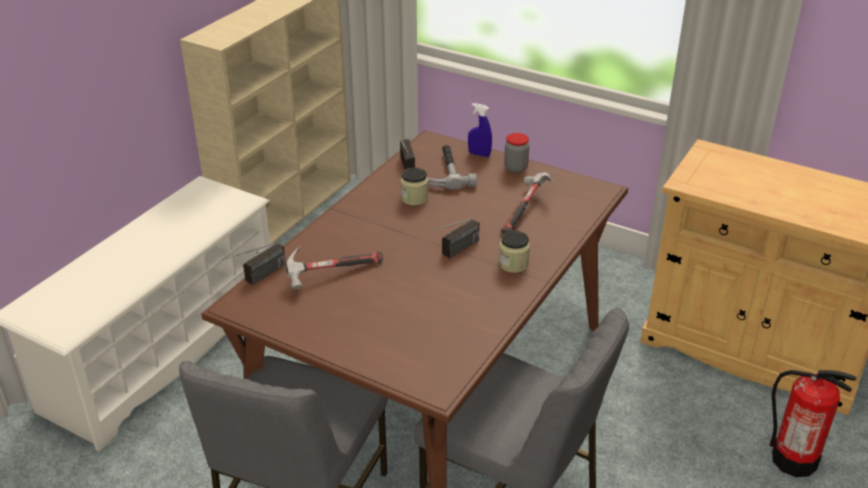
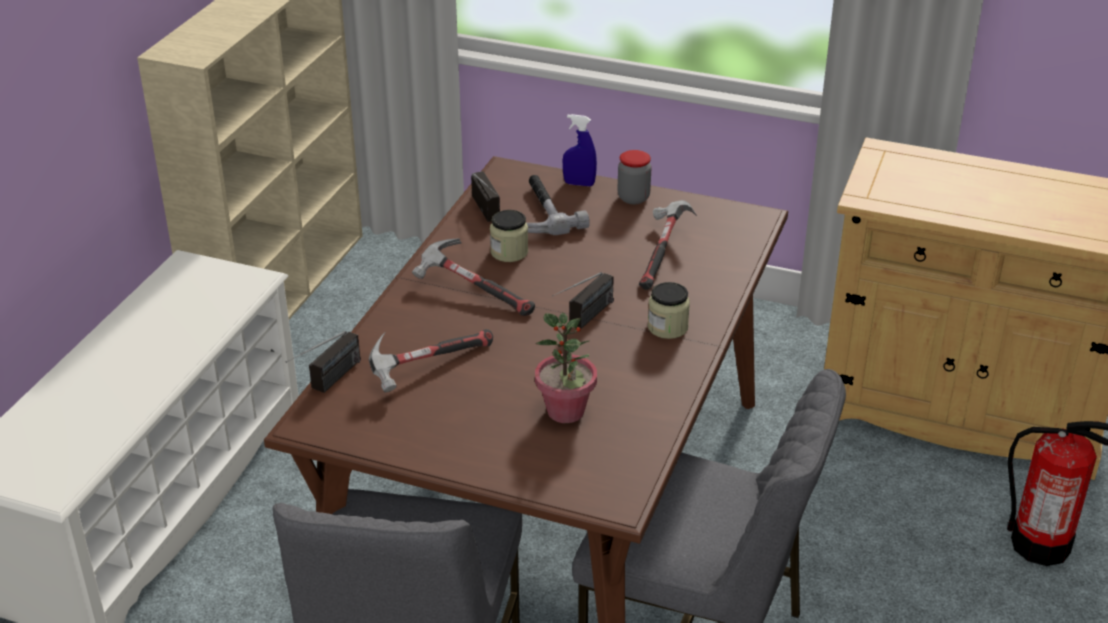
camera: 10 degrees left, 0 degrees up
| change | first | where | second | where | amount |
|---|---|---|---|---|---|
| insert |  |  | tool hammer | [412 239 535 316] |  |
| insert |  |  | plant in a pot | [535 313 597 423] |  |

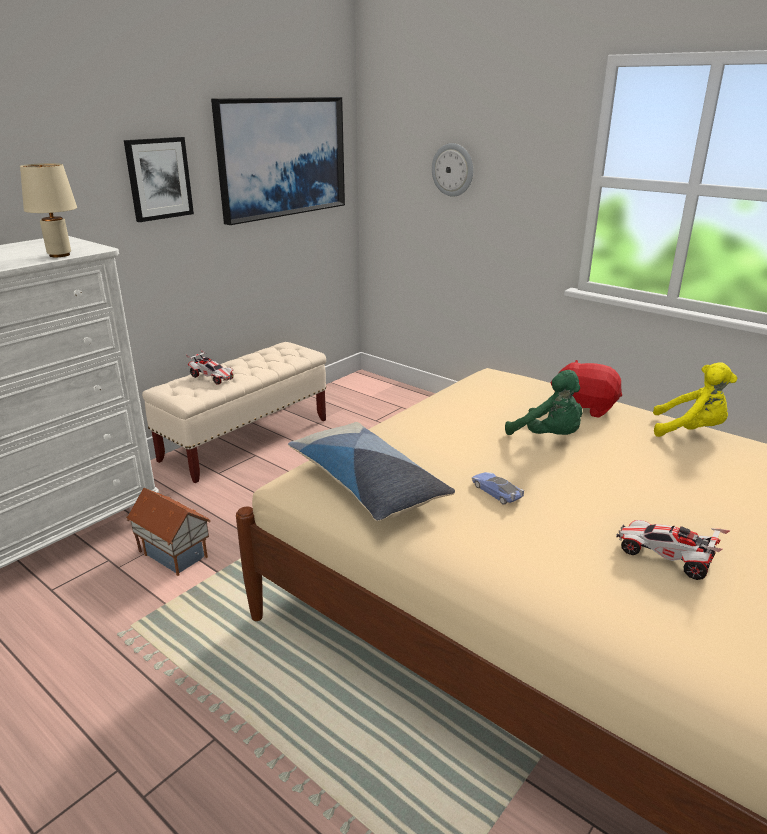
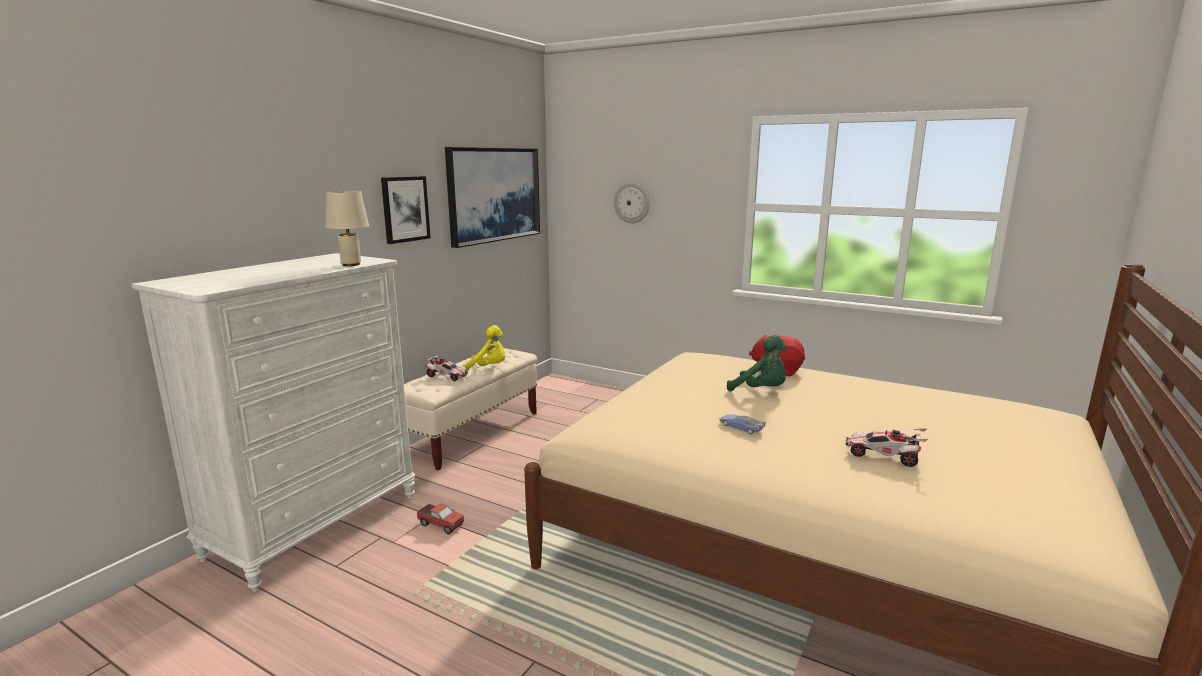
camera: 10 degrees left, 10 degrees down
| change | first | where | second | where | amount |
|---|---|---|---|---|---|
| replace | miniature house | [126 488 210 576] | model truck | [417 503 464 534] |  |
| move | soft toy (yellow-coloured) | [653 363 737 437] |  | [463 325 505 371] |  |
| delete | pillow | [288 422 455 521] |  |  |  |

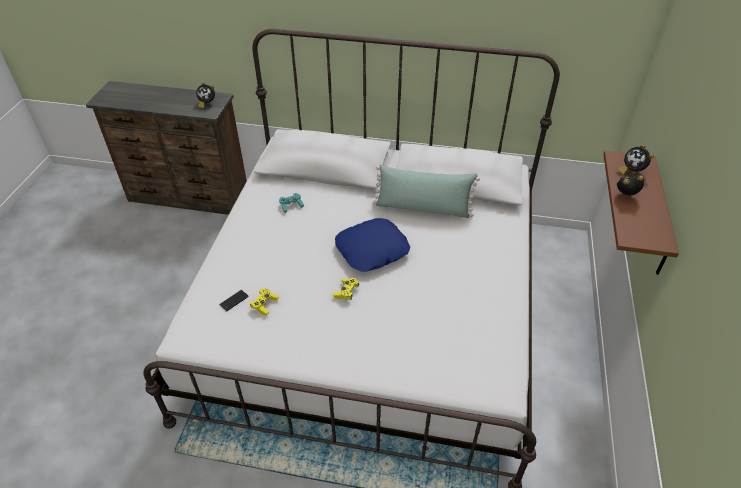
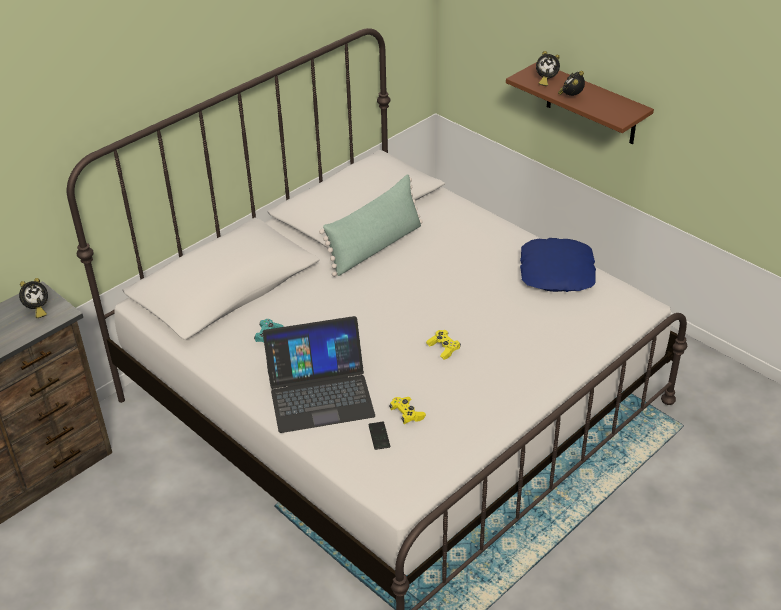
camera: 55 degrees left, 5 degrees down
| change | first | where | second | where | amount |
|---|---|---|---|---|---|
| insert |  |  | notebook computer | [263 316 375 433] |  |
| move | pillow (blue-coloured) | [335 218 410 272] |  | [520 238 596 292] |  |

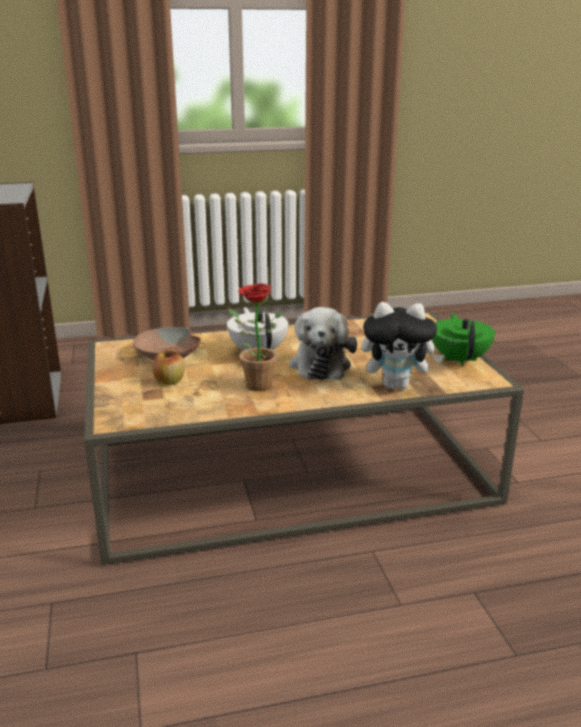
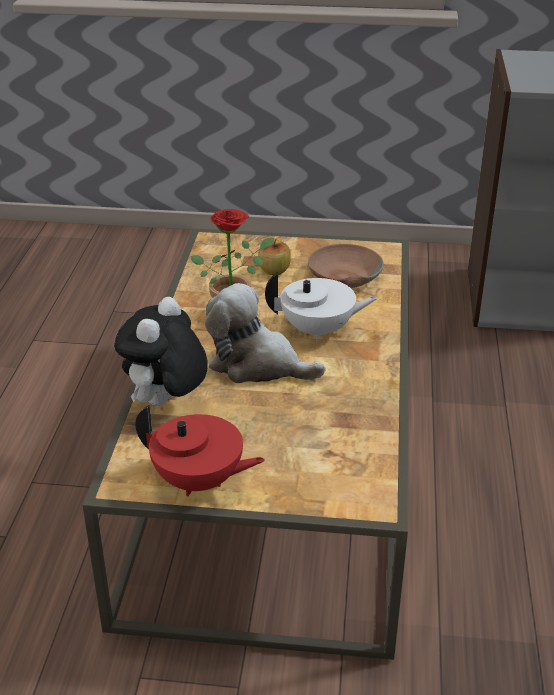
camera: 110 degrees right, 10 degrees up
| change | first | where | second | where | amount |
|---|---|---|---|---|---|
| recolor | pot for tea (green-coloured) | [432 313 495 366] | pot for tea (red) | [135 405 265 496] |  |

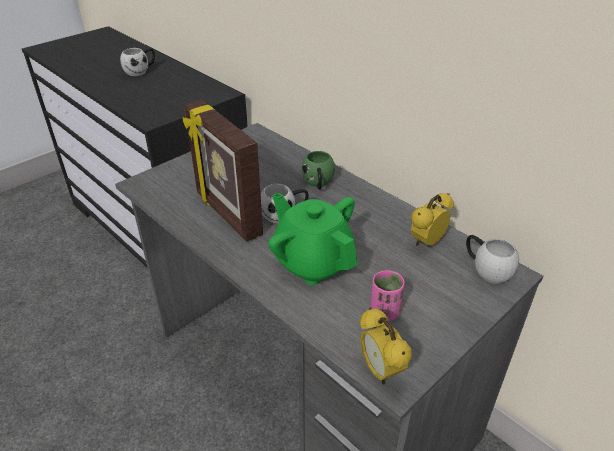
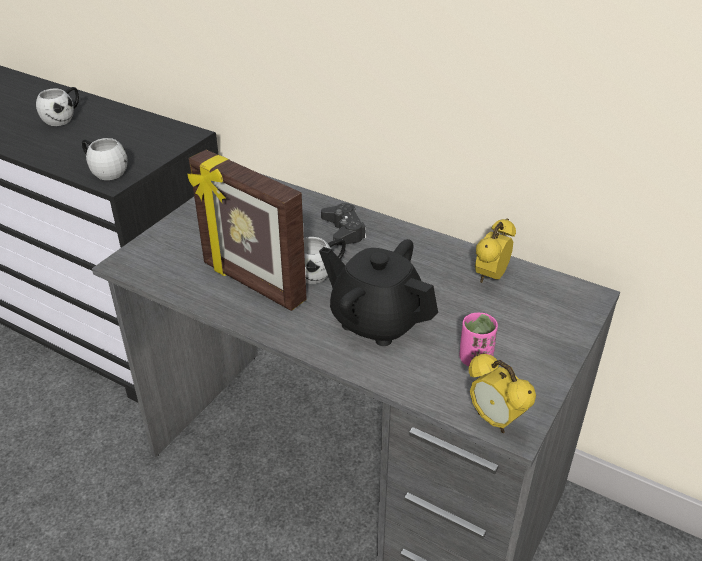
camera: 15 degrees left, 0 degrees up
| change | first | where | second | where | amount |
|---|---|---|---|---|---|
| move | tea mug (white) | [466 235 519 284] |  | [82 138 127 180] |  |
| recolor | pot for tea (green-coloured) | [268 193 358 285] | pot for tea (black-coloured) | [319 239 438 346] |  |
| replace | tea mug (green-coloured) | [301 151 335 190] | game controller (black-coloured) | [321 203 367 245] |  |

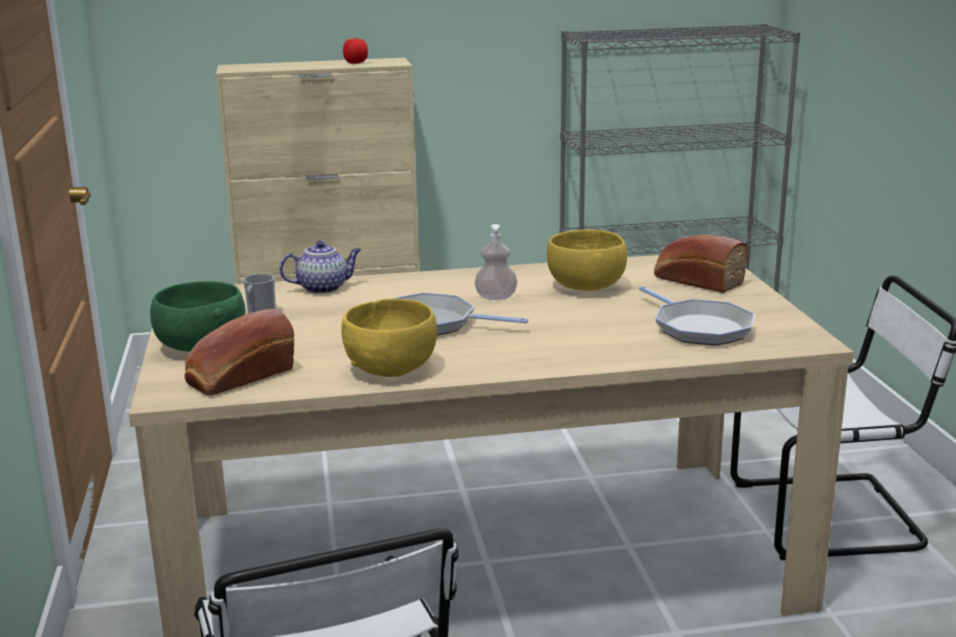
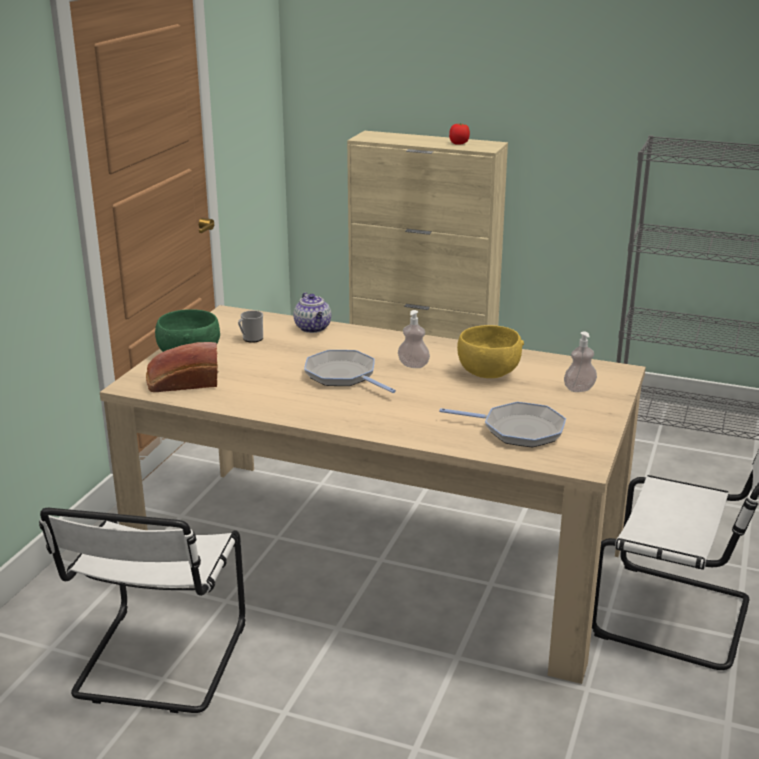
camera: 30 degrees right, 5 degrees up
| change | first | where | second | where | amount |
|---|---|---|---|---|---|
| rotate | pot for tea | [279 241 361 294] |  | [293 292 331 333] | 60 degrees clockwise |
| rotate | frying pan | [639 286 755 346] |  | [439 402 566 448] | 75 degrees counterclockwise |
| replace | bread | [654 235 749 293] | soap bottle | [564 332 597 392] |  |
| delete | serving bowl (yellow-coloured) | [341 299 437 377] |  |  |  |

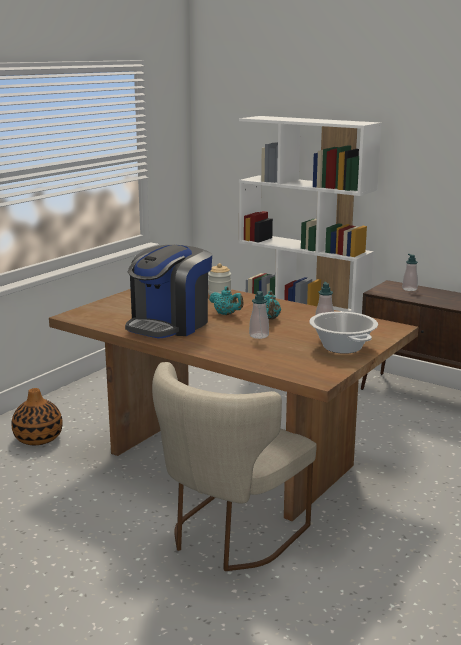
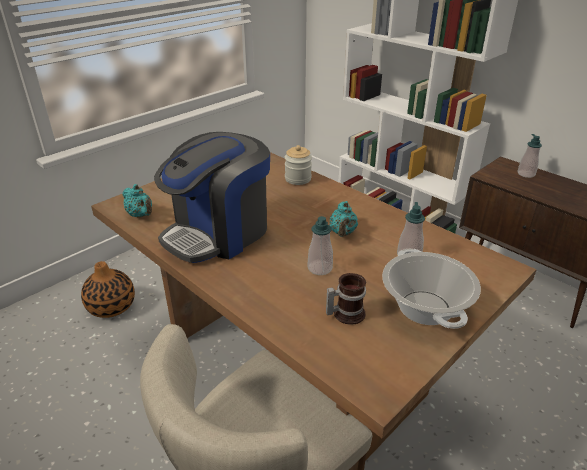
camera: 10 degrees right, 15 degrees up
| change | first | where | second | where | amount |
|---|---|---|---|---|---|
| move | pot for tea (blue-green) | [209 286 244 315] |  | [122 184 152 218] |  |
| insert |  |  | tea mug | [326 273 366 325] |  |

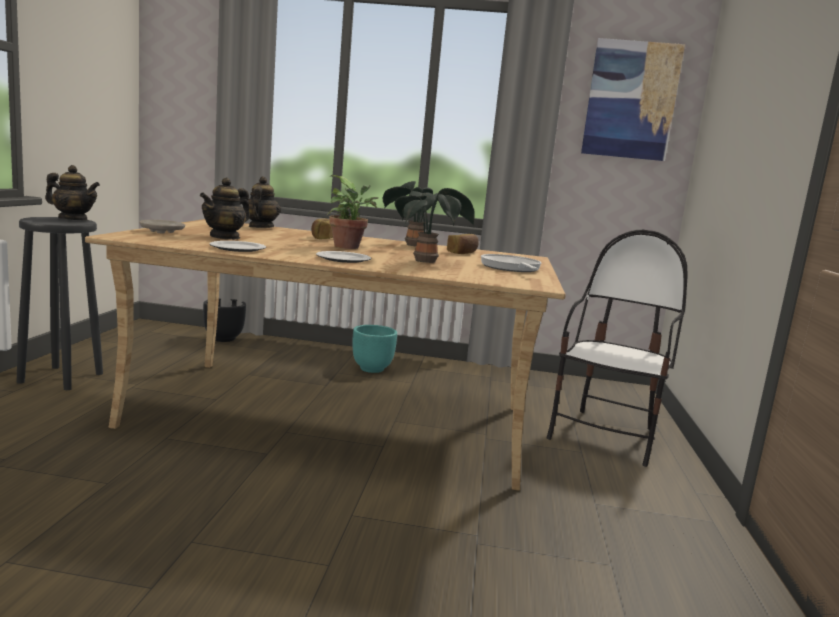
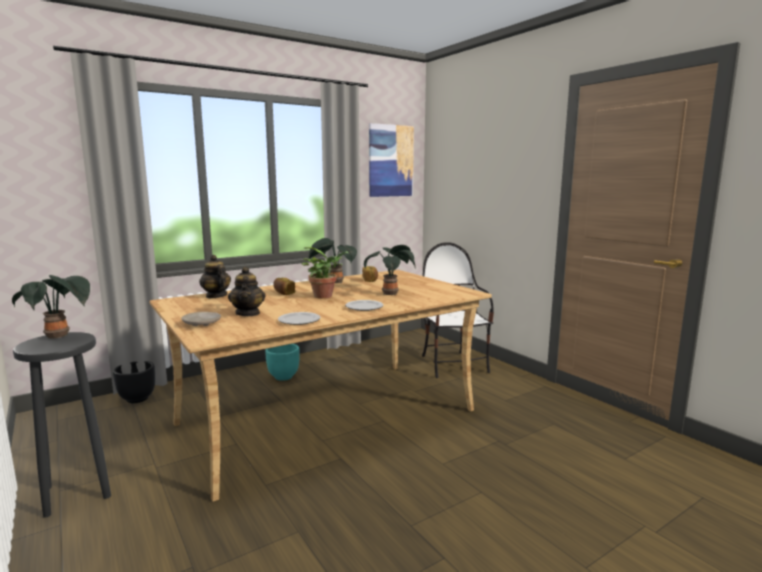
camera: 40 degrees left, 0 degrees up
| change | first | where | second | where | amount |
|---|---|---|---|---|---|
| replace | pot for tea | [45 165 100 220] | plant in a pot | [12 275 90 338] |  |
| delete | frying pan | [481 254 541 272] |  |  |  |

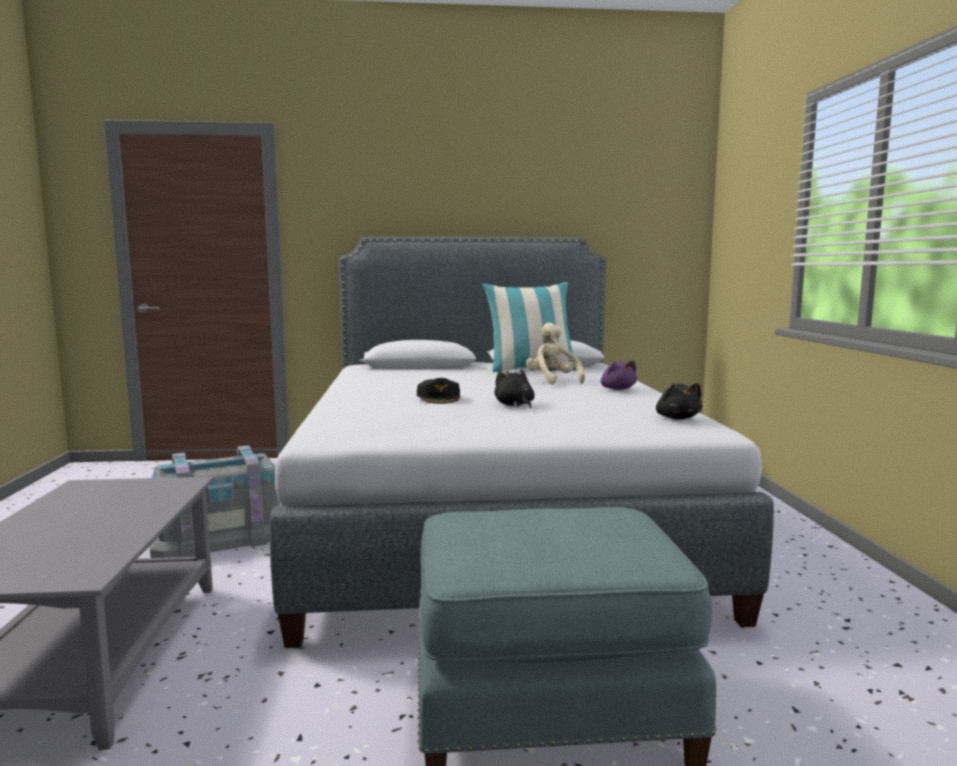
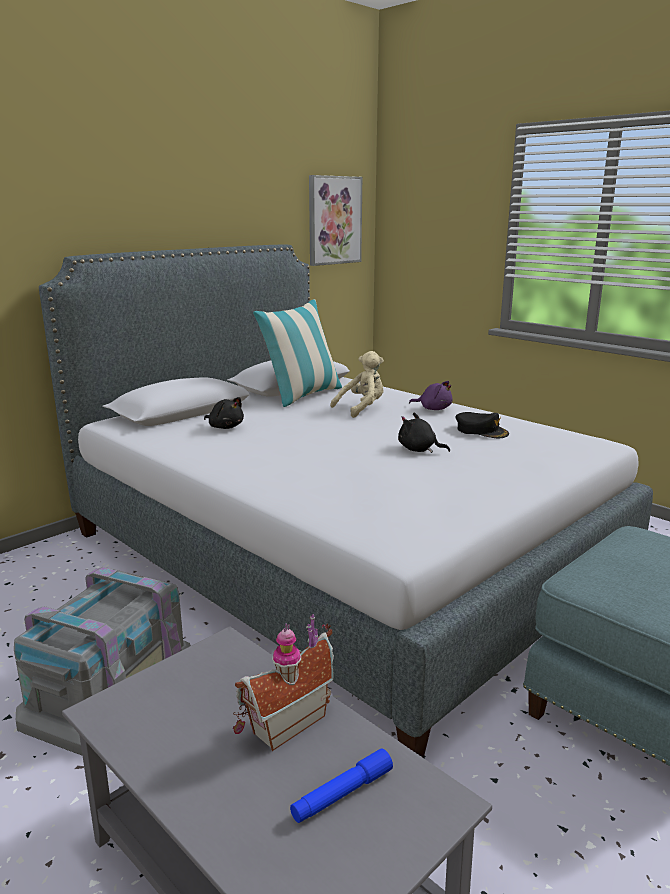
camera: 40 degrees left, 10 degrees up
| change | first | where | second | where | amount |
|---|---|---|---|---|---|
| move | soft toy (black-coloured) | [656 383 702 420] |  | [204 397 244 429] |  |
| insert |  |  | miniature house | [233 614 334 751] |  |
| insert |  |  | torch (blue-coloured) | [290 748 393 823] |  |
| insert |  |  | wall art | [309 175 362 266] |  |
| rotate | soft toy (sand-coloured) | [526 322 585 385] |  | [330 351 384 418] | 120 degrees clockwise |
| move | baseball cap (black-coloured) | [417 378 460 404] |  | [456 412 509 438] |  |

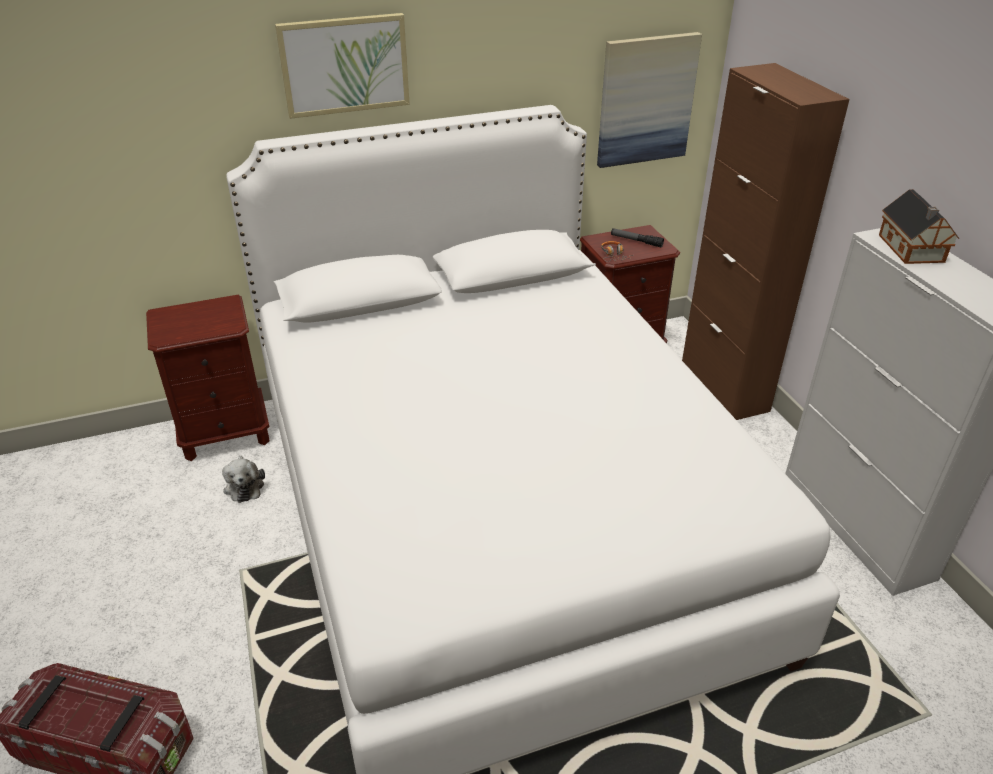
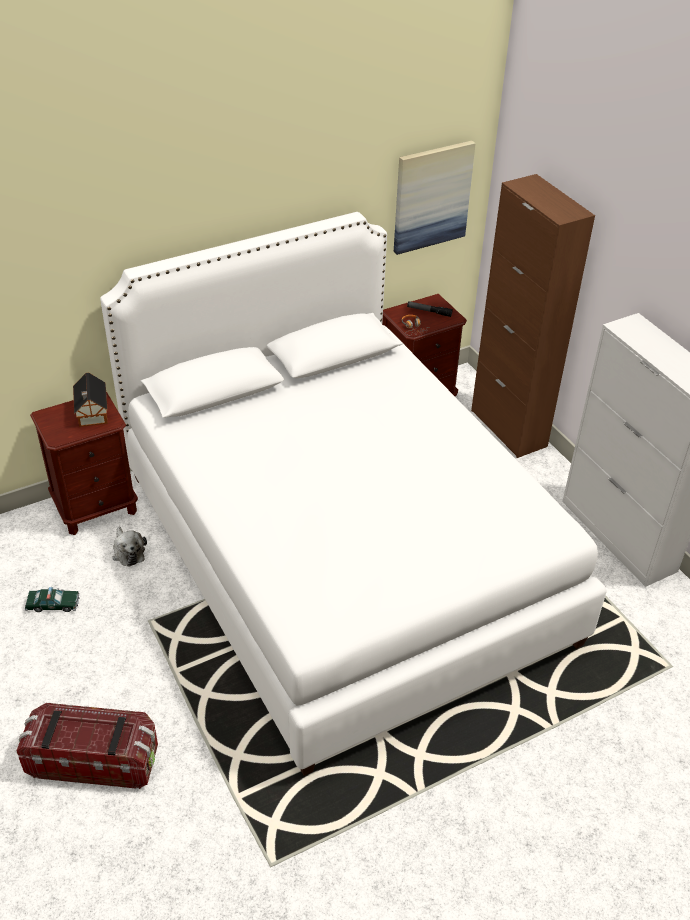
camera: 10 degrees left, 5 degrees up
| change | first | where | second | where | amount |
|---|---|---|---|---|---|
| insert |  |  | toy car | [25 587 79 612] |  |
| move | miniature house | [879 189 959 264] |  | [73 372 108 427] |  |
| delete | wall art | [275 13 410 119] |  |  |  |

